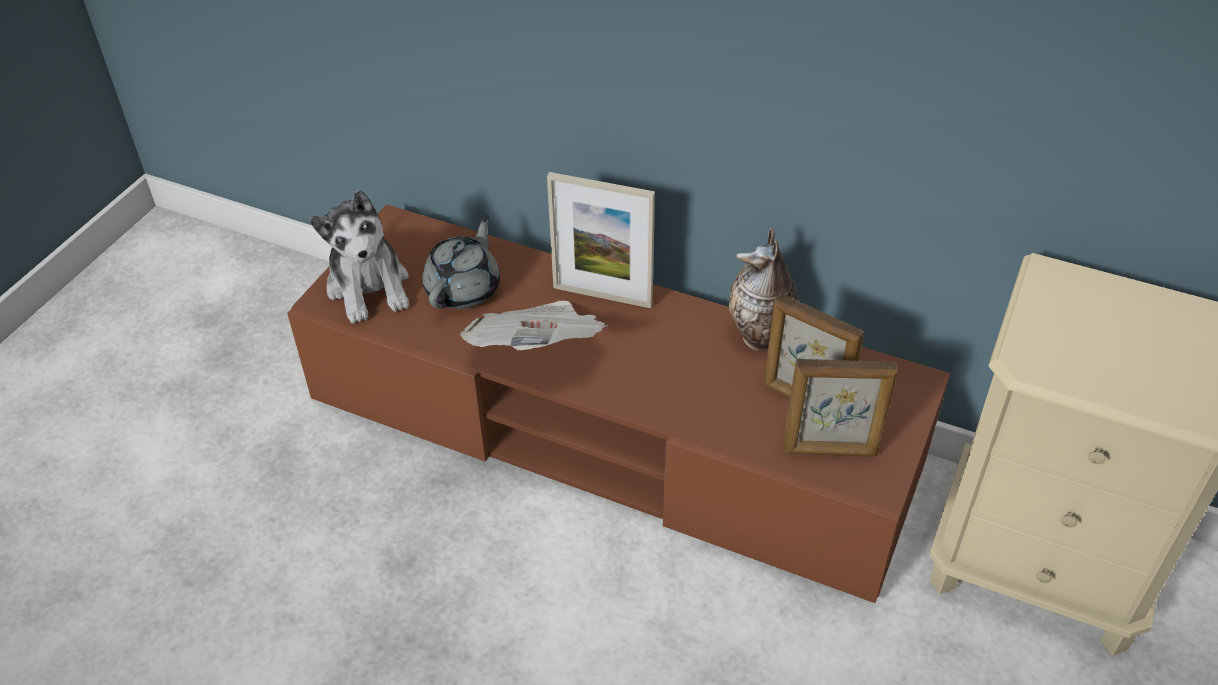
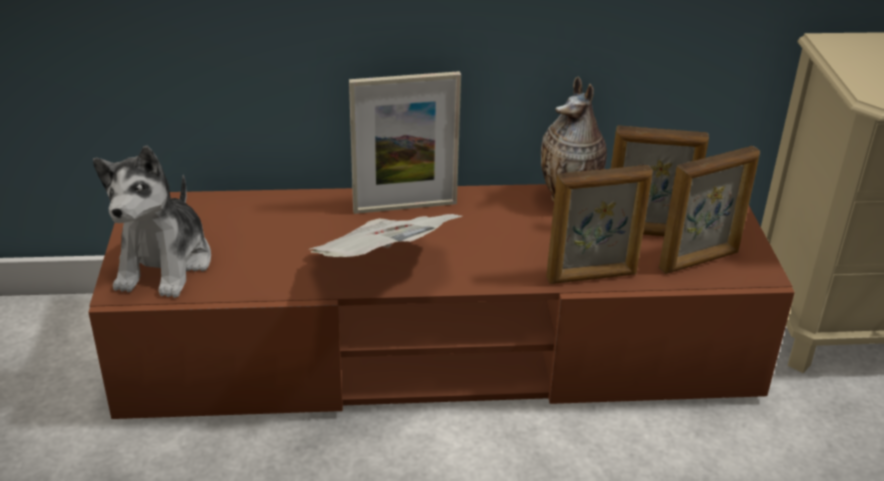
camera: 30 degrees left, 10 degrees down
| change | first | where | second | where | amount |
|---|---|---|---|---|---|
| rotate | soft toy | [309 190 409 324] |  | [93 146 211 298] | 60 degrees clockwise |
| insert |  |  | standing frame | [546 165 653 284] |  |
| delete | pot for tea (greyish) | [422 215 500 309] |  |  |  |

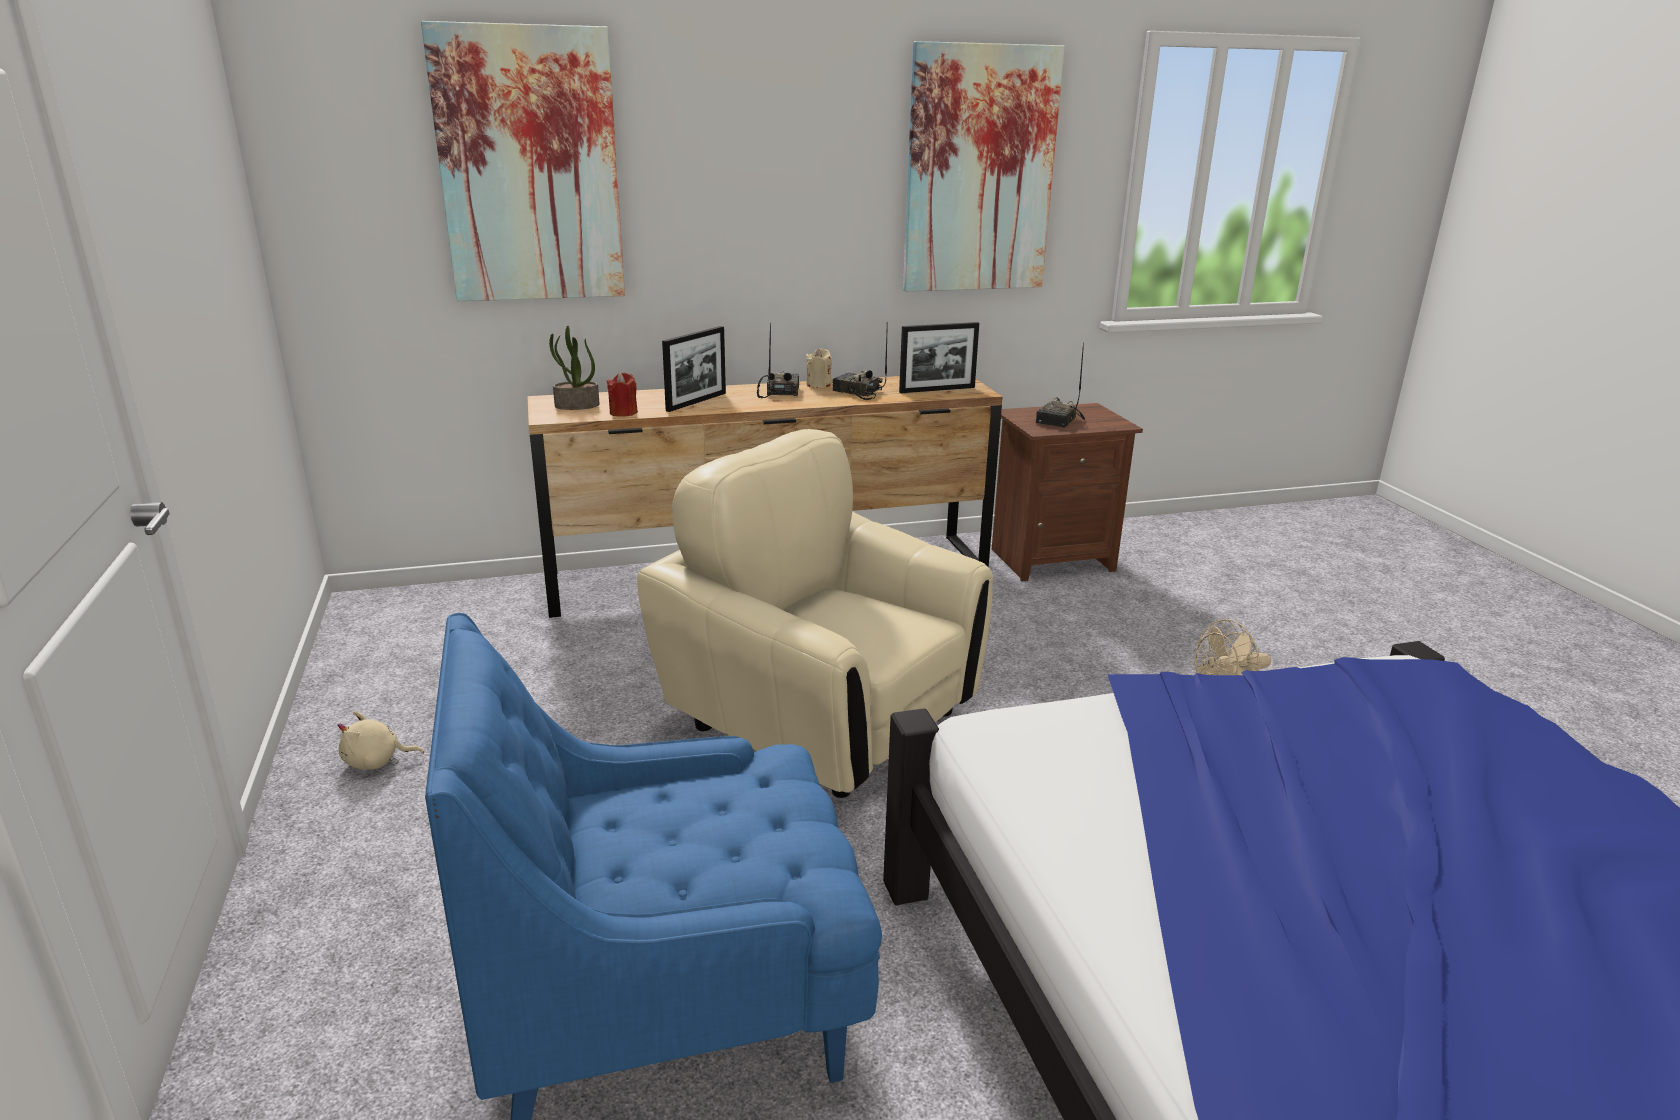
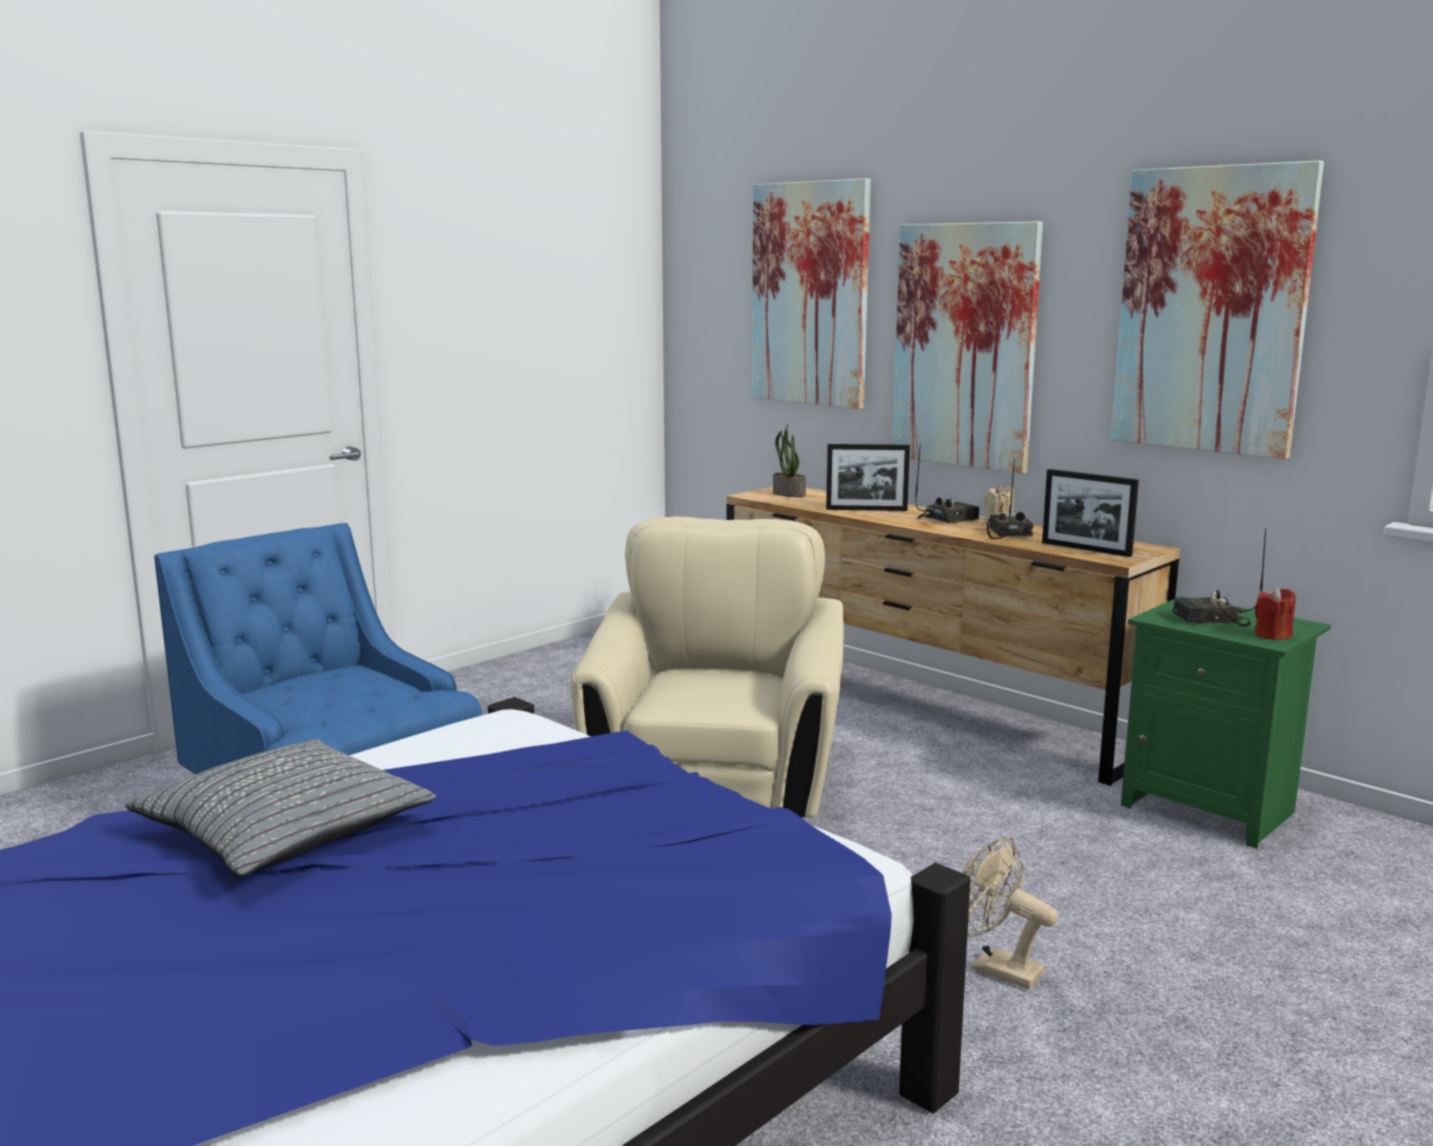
camera: 60 degrees right, 10 degrees down
| change | first | where | second | where | amount |
|---|---|---|---|---|---|
| insert |  |  | pillow (greyish) | [125 739 436 877] |  |
| insert |  |  | wall art | [892 221 1043 474] |  |
| recolor | night table (brownish) | [992 403 1143 582] | night table (green-coloured) | [1121 596 1331 849] |  |
| move | wax light (red) | [607 372 638 417] |  | [1255 587 1295 640] |  |
| delete | soft toy (sand-coloured) | [337 711 424 770] |  |  |  |

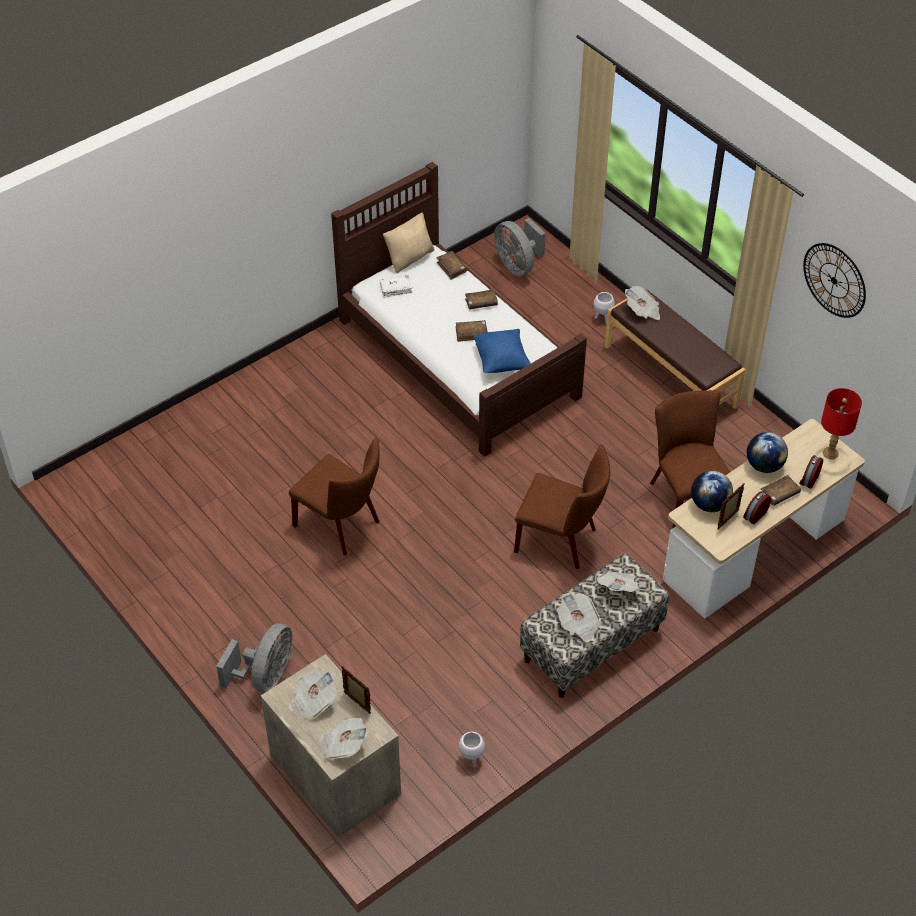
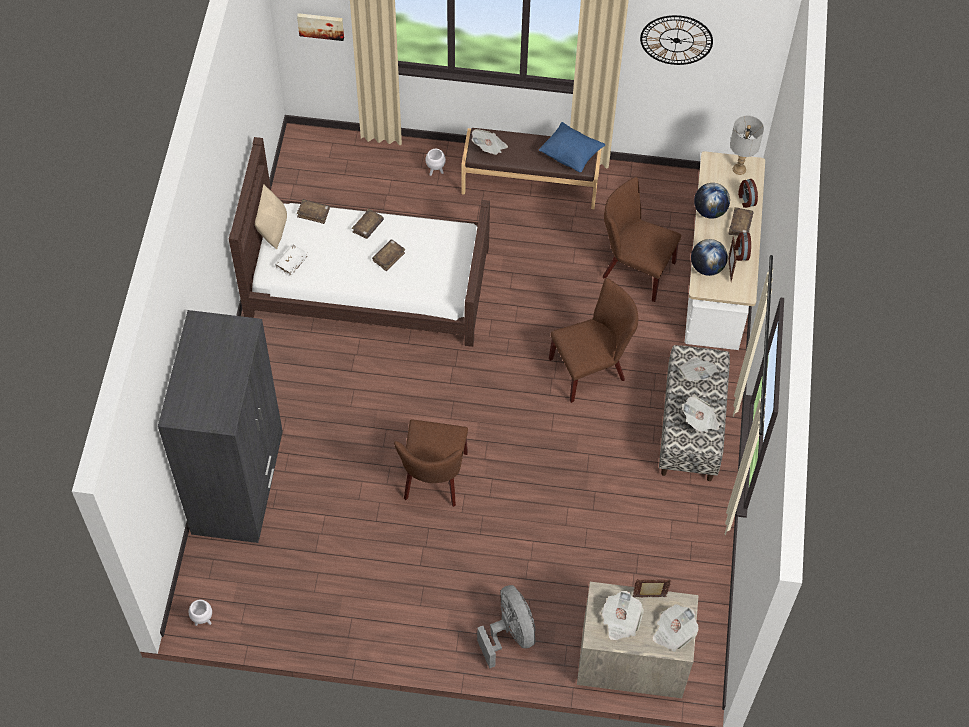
camera: 45 degrees left, 10 degrees up
| change | first | where | second | where | amount |
|---|---|---|---|---|---|
| insert |  |  | wardrobe (greyish) | [158 310 283 543] |  |
| move | planter (white) | [459 731 485 767] |  | [189 600 212 626] |  |
| insert |  |  | wall art | [297 13 344 41] |  |
| rotate | chair (brownish) | [289 437 380 556] |  | [394 420 468 507] | 105 degrees clockwise |
| move | pillow (blue-coloured) | [473 329 531 373] |  | [539 122 605 172] |  |
| recolor | lamp for a table (red) | [821 388 862 459] | lamp for a table (greyish) | [730 116 764 175] |  |
| delete | cooling fan (greyish) | [494 218 546 276] |  |  |  |

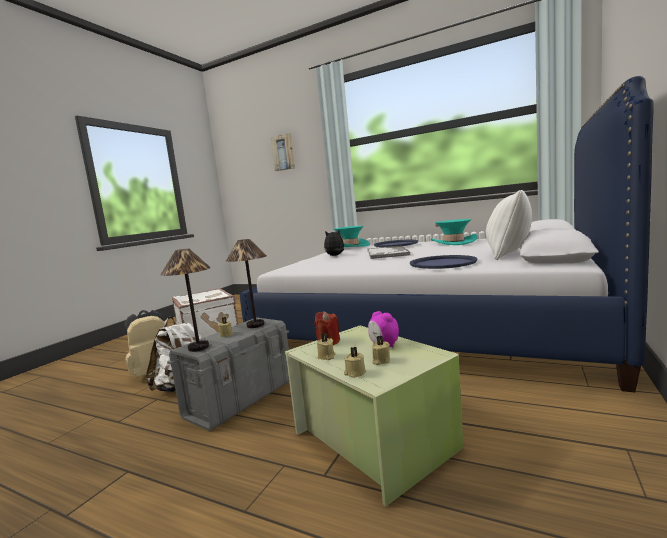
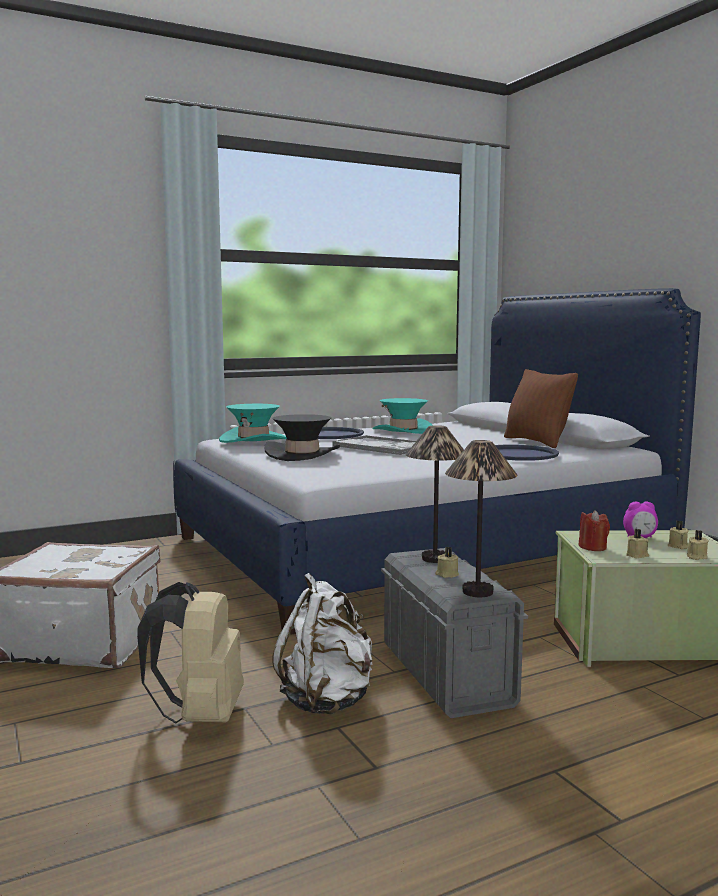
camera: 55 degrees left, 0 degrees up
| change | first | where | second | where | amount |
|---|---|---|---|---|---|
| replace | soft toy | [324 230 344 256] | hat (black-coloured) | [264 414 340 461] |  |
| recolor | pillow (white) | [486 190 532 260] | pillow (brownish) | [504 369 578 448] |  |
| delete | wall art | [271 133 295 171] |  |  |  |

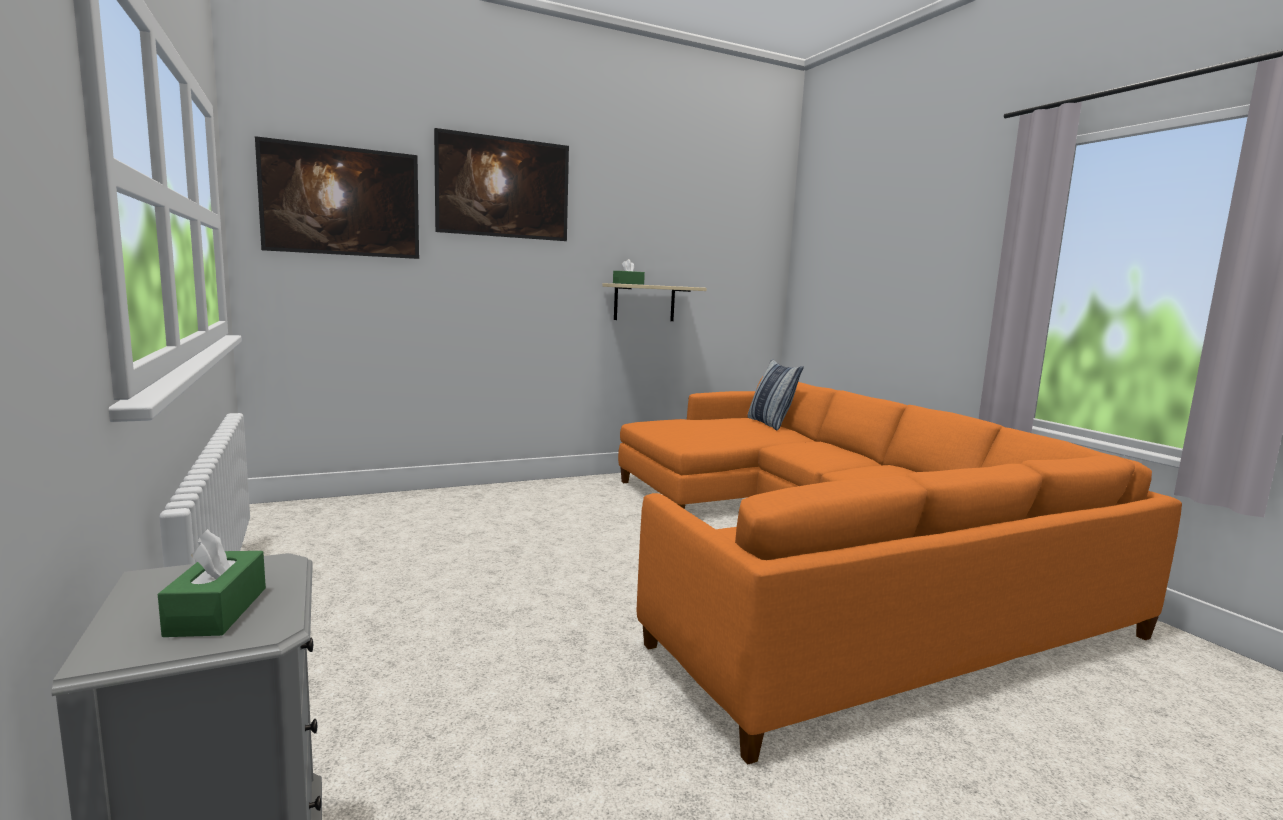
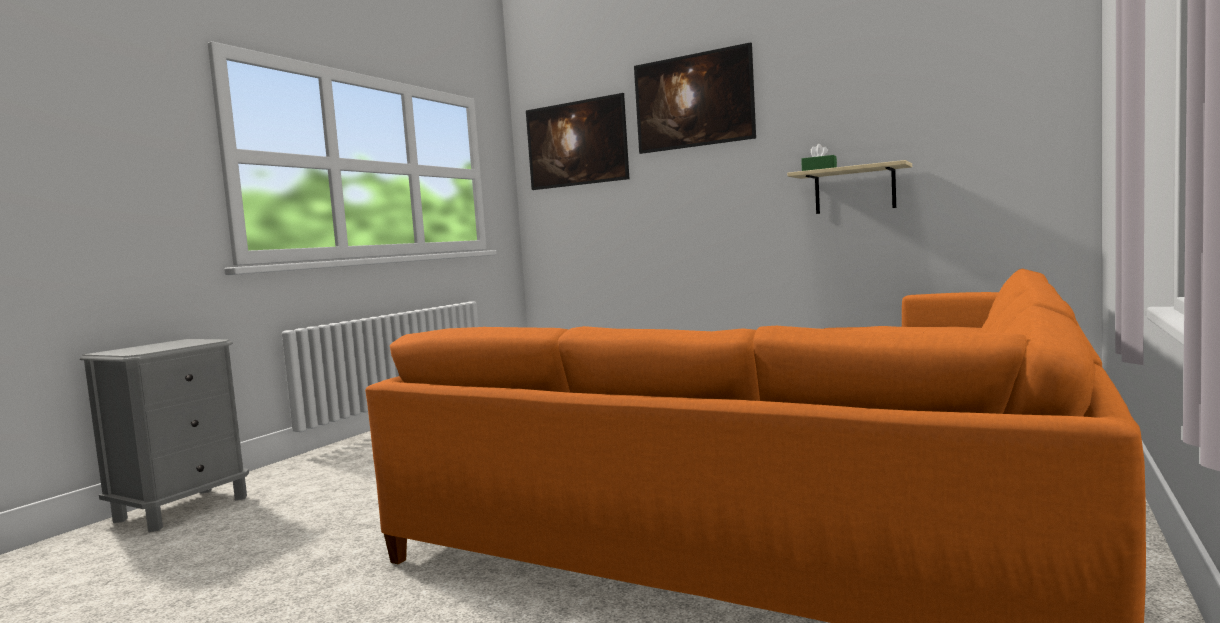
camera: 55 degrees right, 5 degrees down
| change | first | where | second | where | amount |
|---|---|---|---|---|---|
| delete | tissue box (green-coloured) | [158 529 266 637] |  |  |  |
| delete | pillow | [748 359 804 431] |  |  |  |

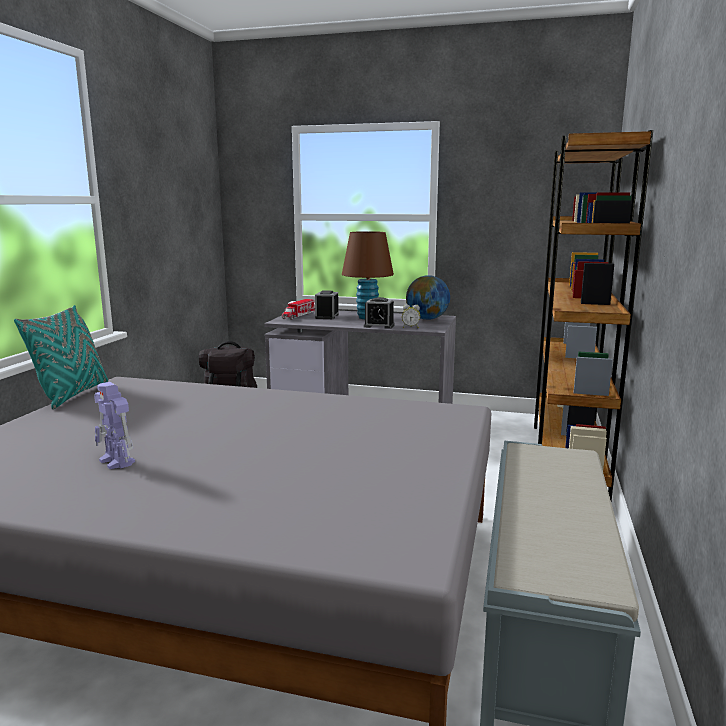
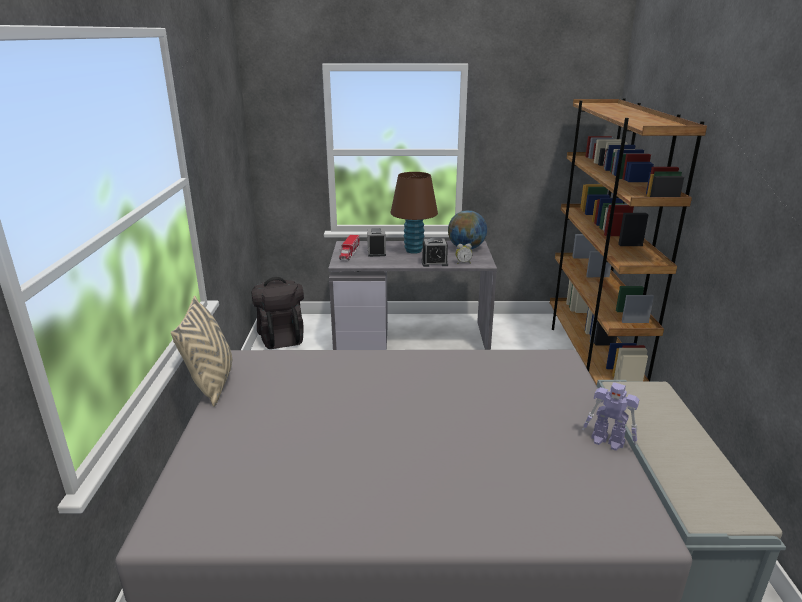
camera: 15 degrees left, 10 degrees up
| change | first | where | second | where | amount |
|---|---|---|---|---|---|
| recolor | pillow (blue-green) | [14 305 108 409] | pillow (sand-coloured) | [171 296 232 407] |  |
| move | robot figure | [94 382 135 469] |  | [582 382 639 451] |  |

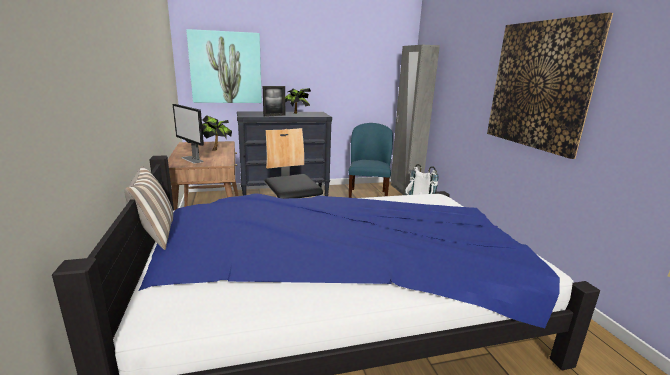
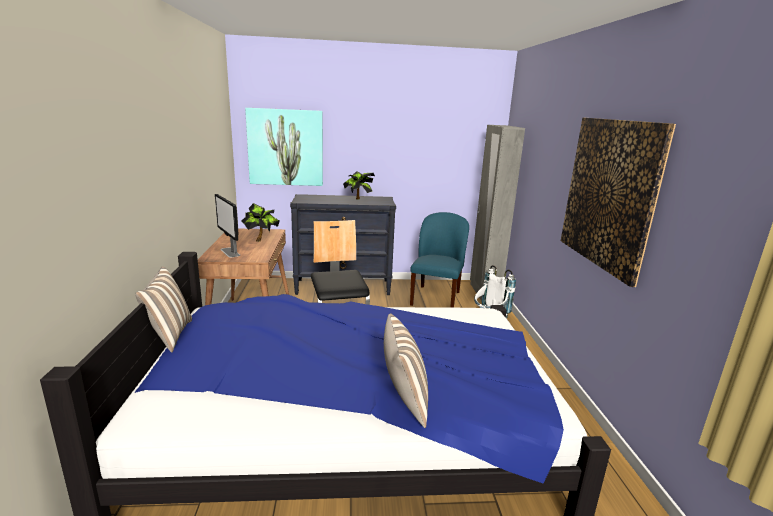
camera: 10 degrees right, 0 degrees up
| change | first | where | second | where | amount |
|---|---|---|---|---|---|
| insert |  |  | pillow | [384 313 428 428] |  |
| delete | standing frame | [263 86 285 117] |  |  |  |

